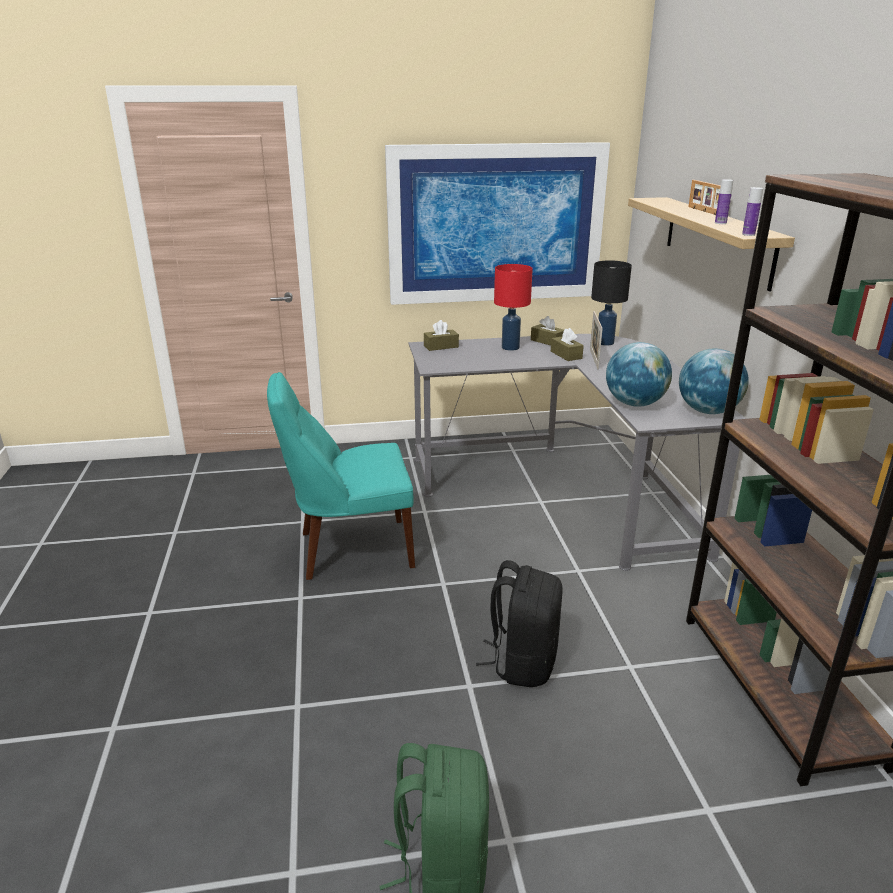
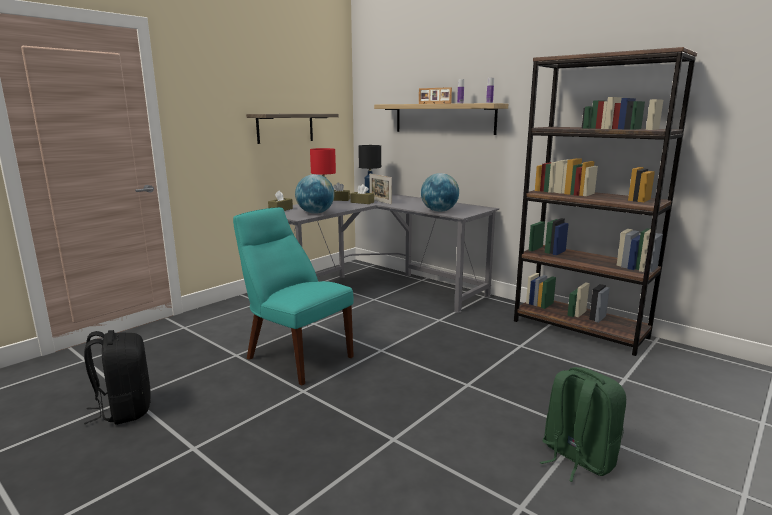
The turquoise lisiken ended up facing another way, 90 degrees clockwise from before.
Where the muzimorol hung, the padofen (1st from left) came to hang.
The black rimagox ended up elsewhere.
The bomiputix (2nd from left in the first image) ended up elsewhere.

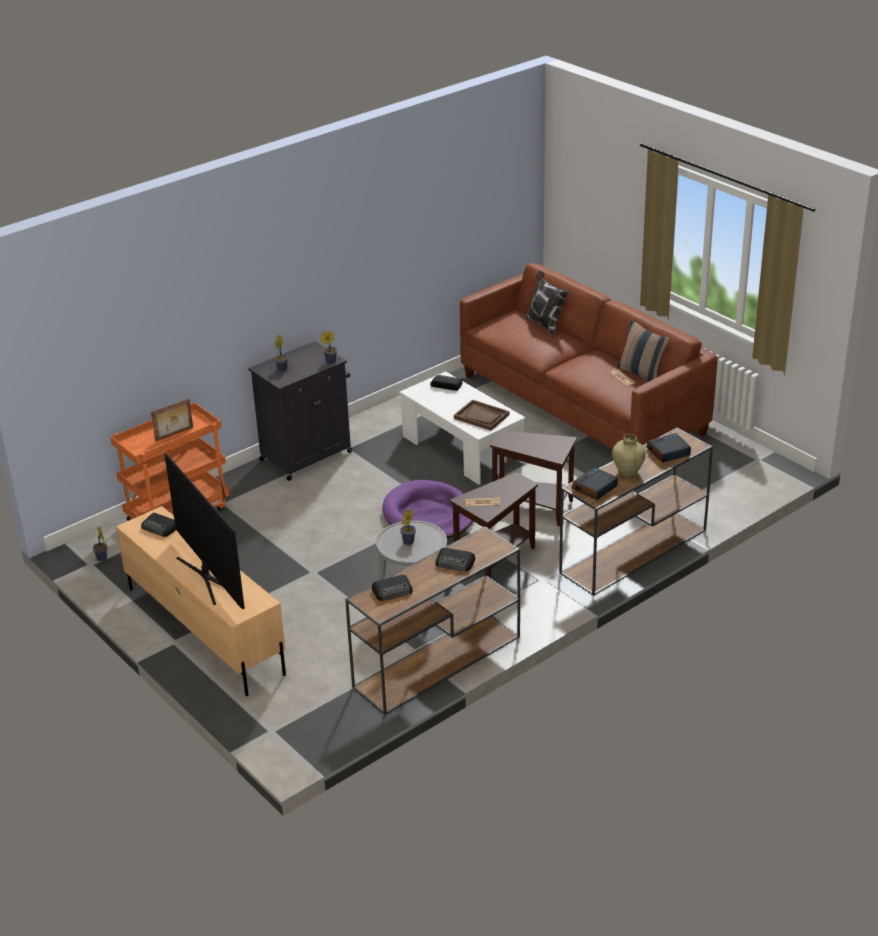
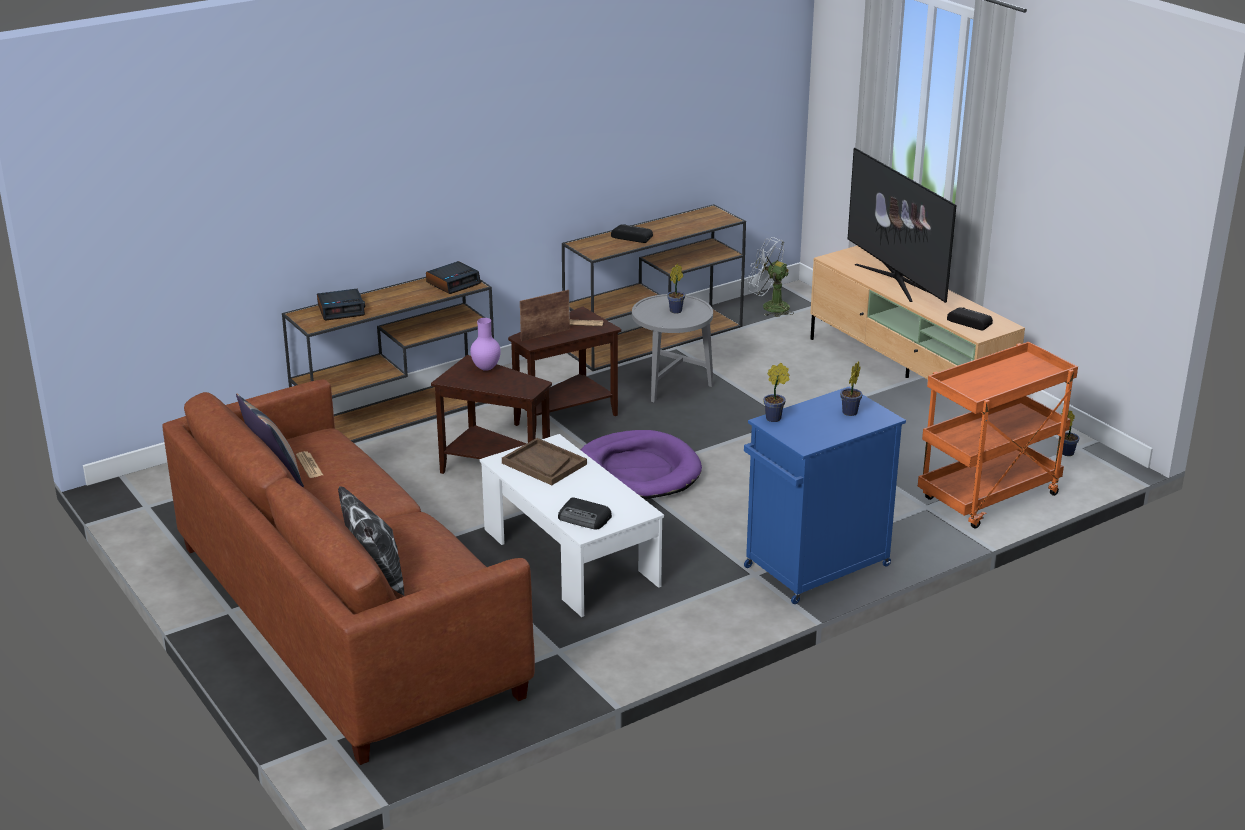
The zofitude ended up elsewhere.
What was the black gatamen turned into the blue gatamen.
The second view lost the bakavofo (2nd from left).
The second view lost the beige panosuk.
The second view gained the purple panosuk.
The second view gained the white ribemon.

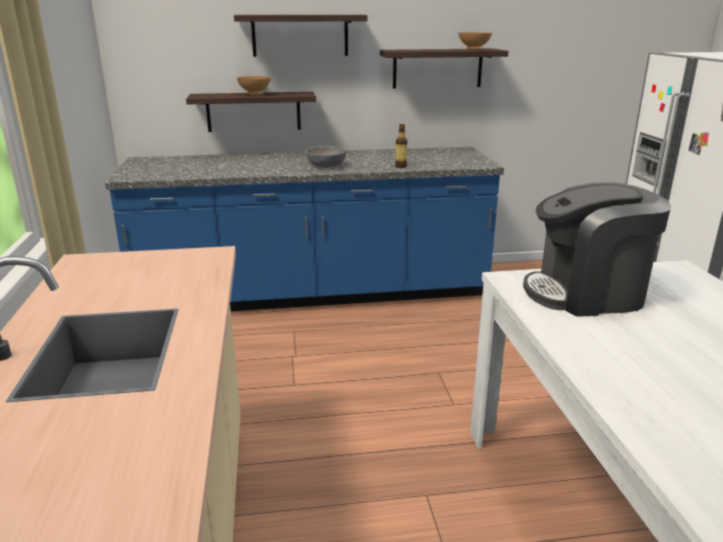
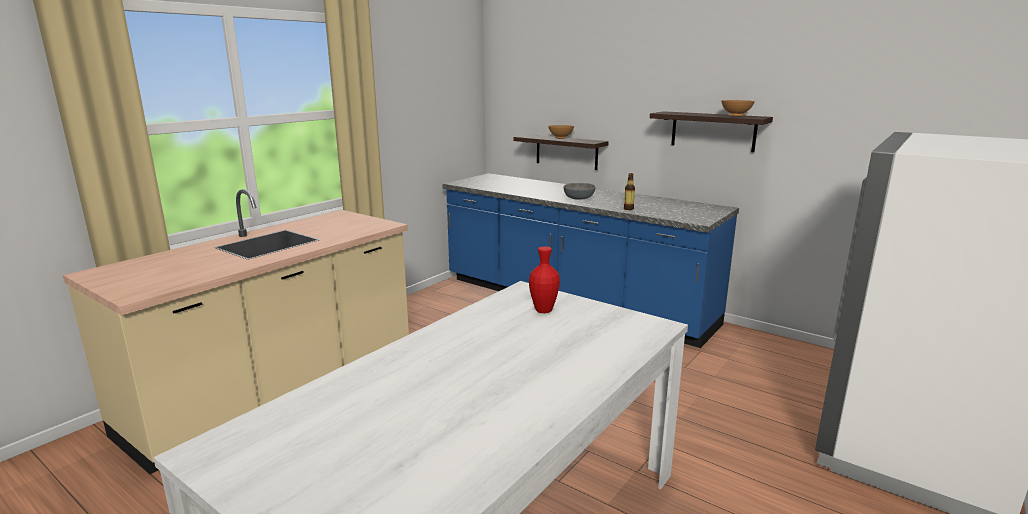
The second view lost the padofen (2nd from left).
Where the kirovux stood, the red panosuk came to stand.

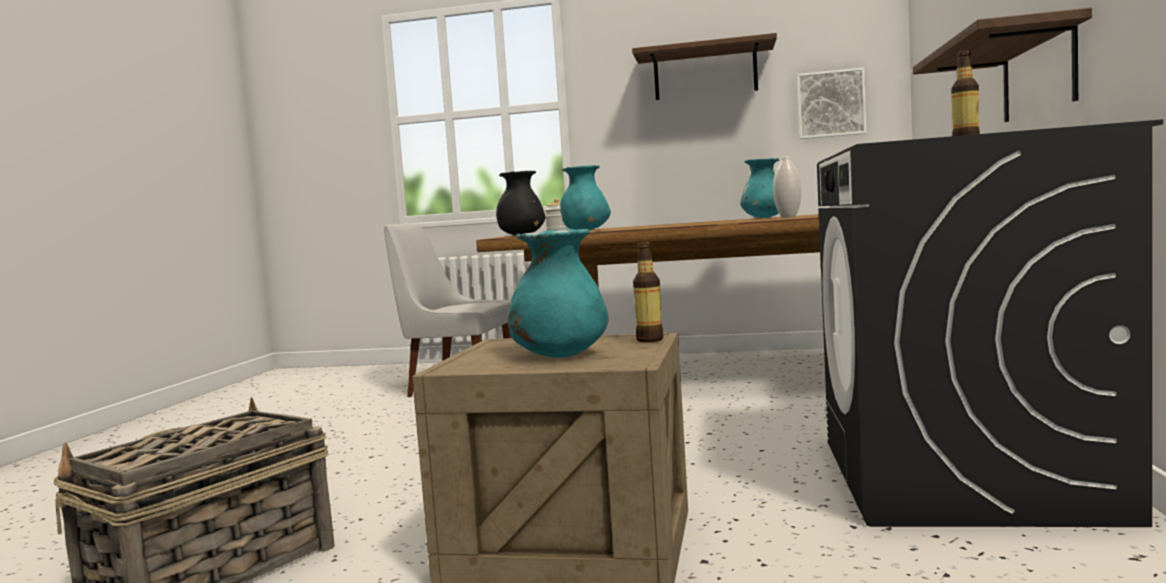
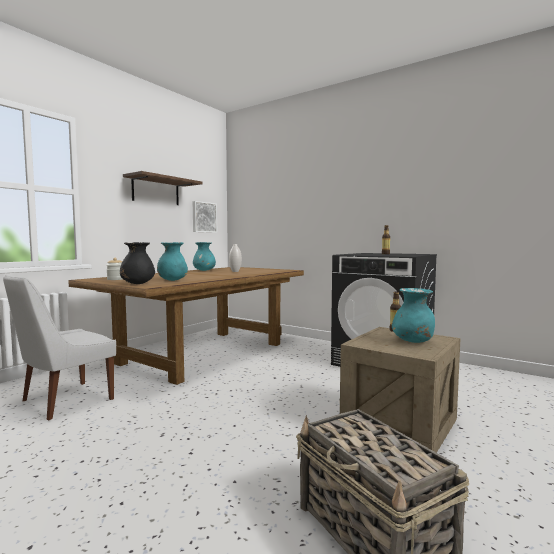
The second view lost the padofen (2nd from left).

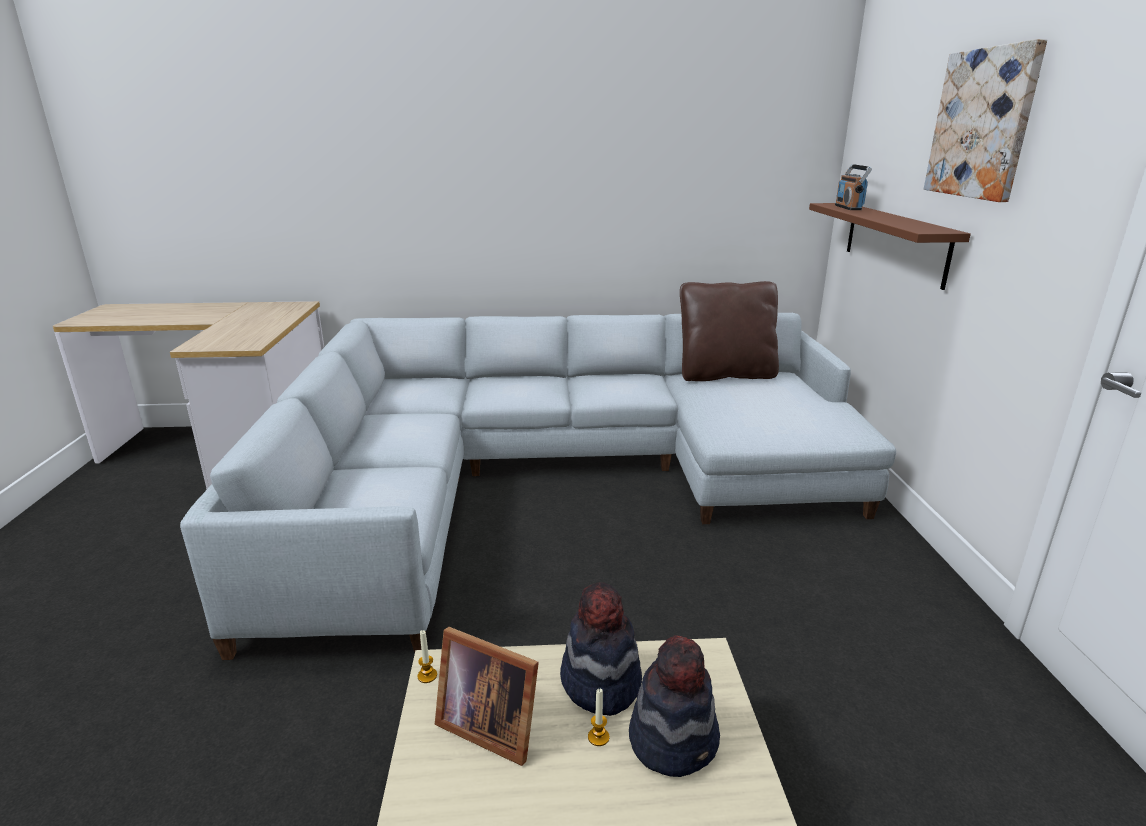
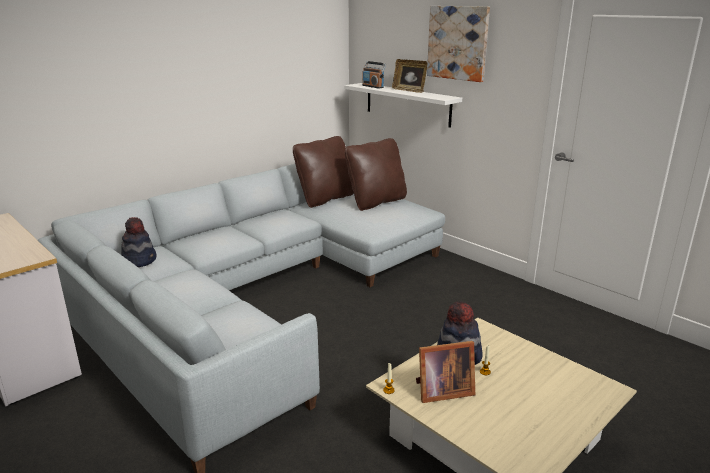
The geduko (2nd from left in the first image) ended up elsewhere.
What was the brown padofen turned into the white padofen.
The second view gained the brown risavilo (2nd from left).
The second view gained the zofitude (1st from left).

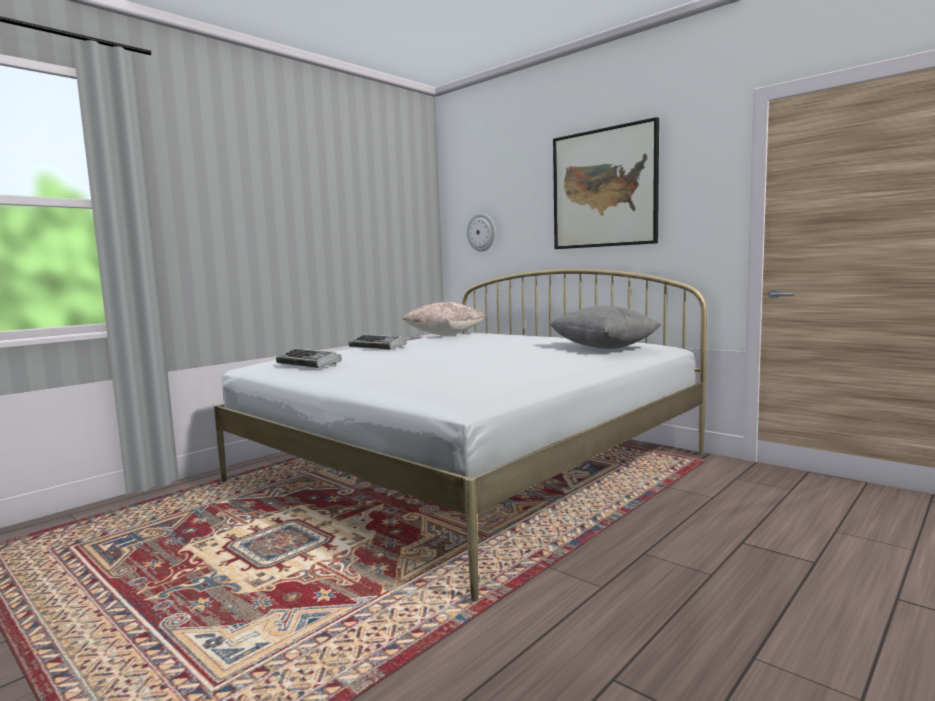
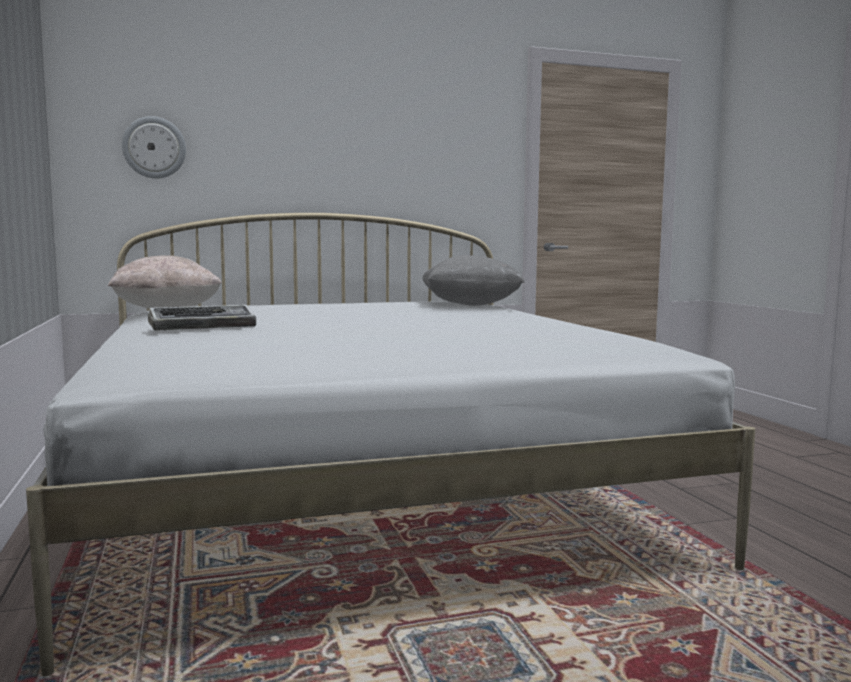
The second view lost the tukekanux (1st from left).
The second view lost the muzimorol.

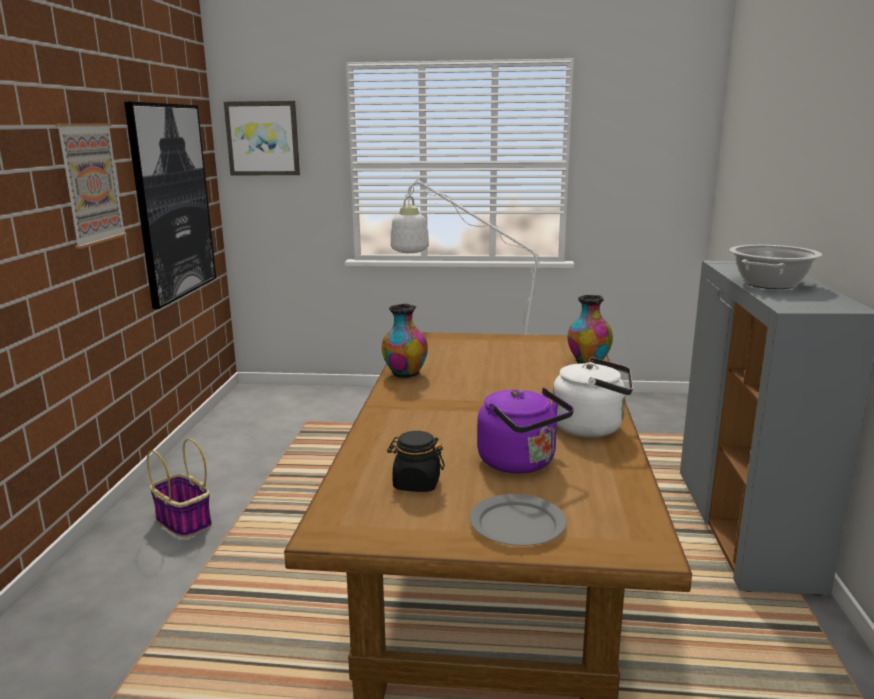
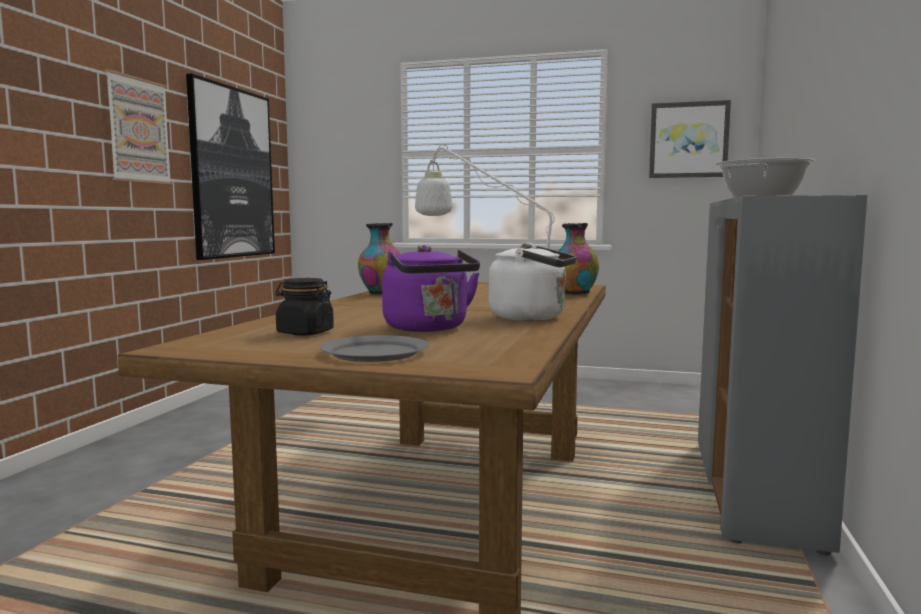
The second view lost the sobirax.
The muzimorol (3rd from left) ended up elsewhere.

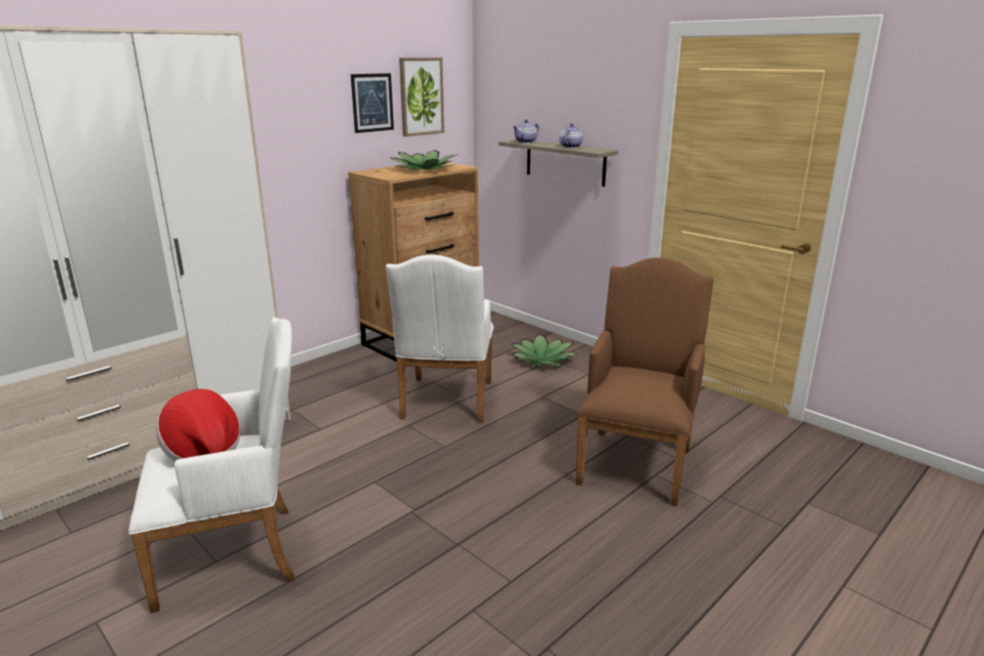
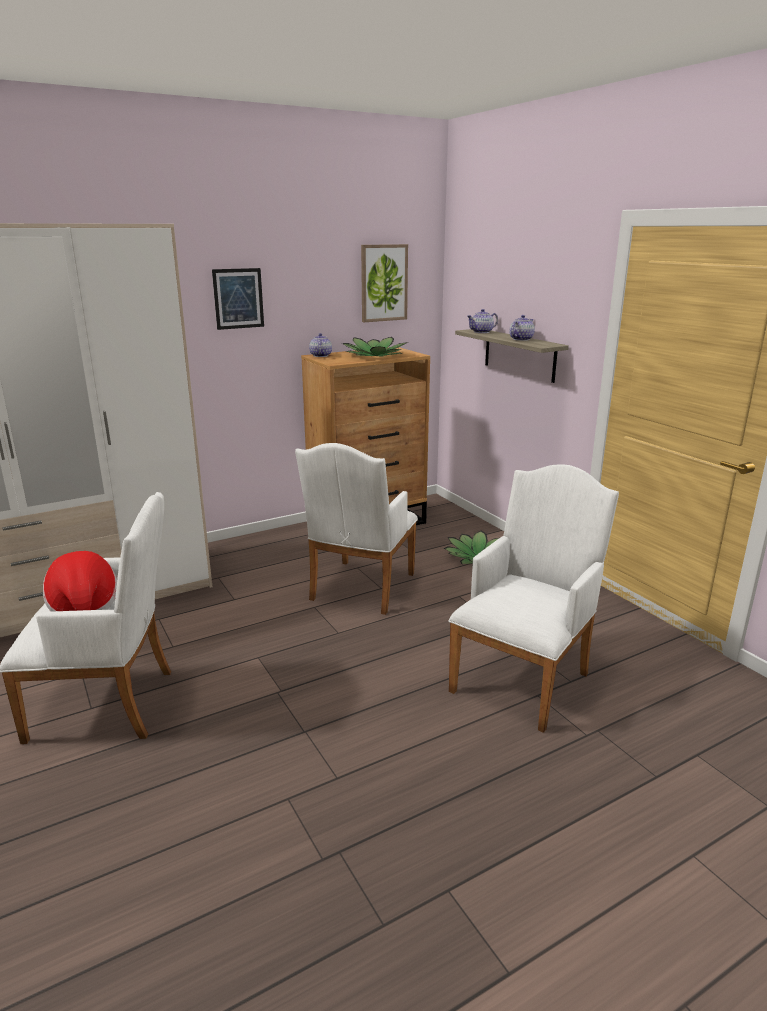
The muzimorol (1st from left) ended up elsewhere.
What was the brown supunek turned into the white supunek (3rd from left).
The second view gained the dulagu (1st from left).

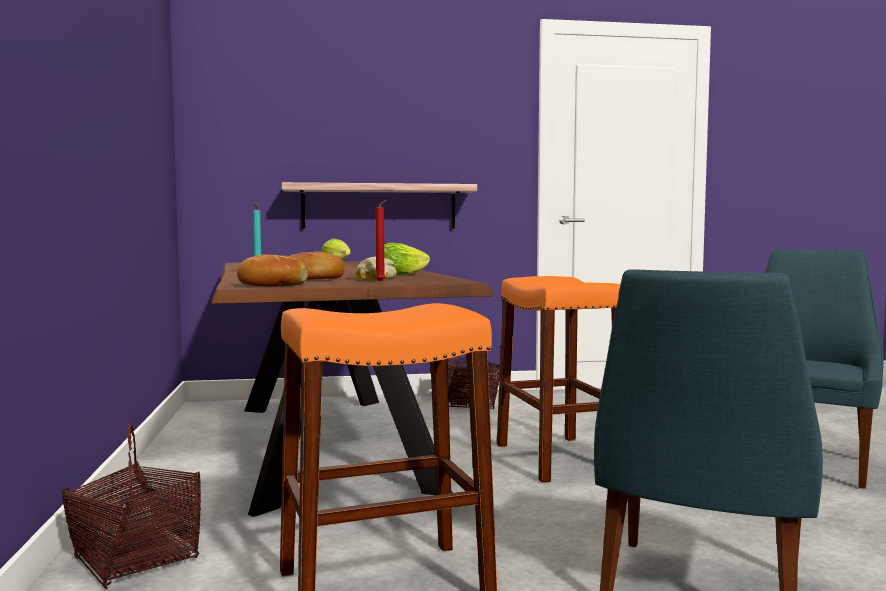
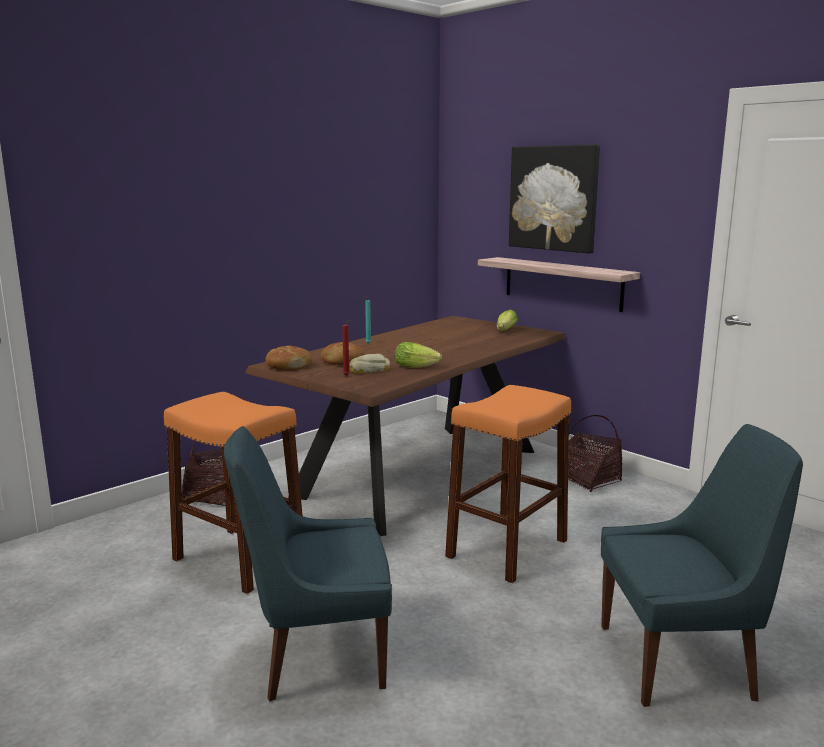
The second view gained the muzimorol.

